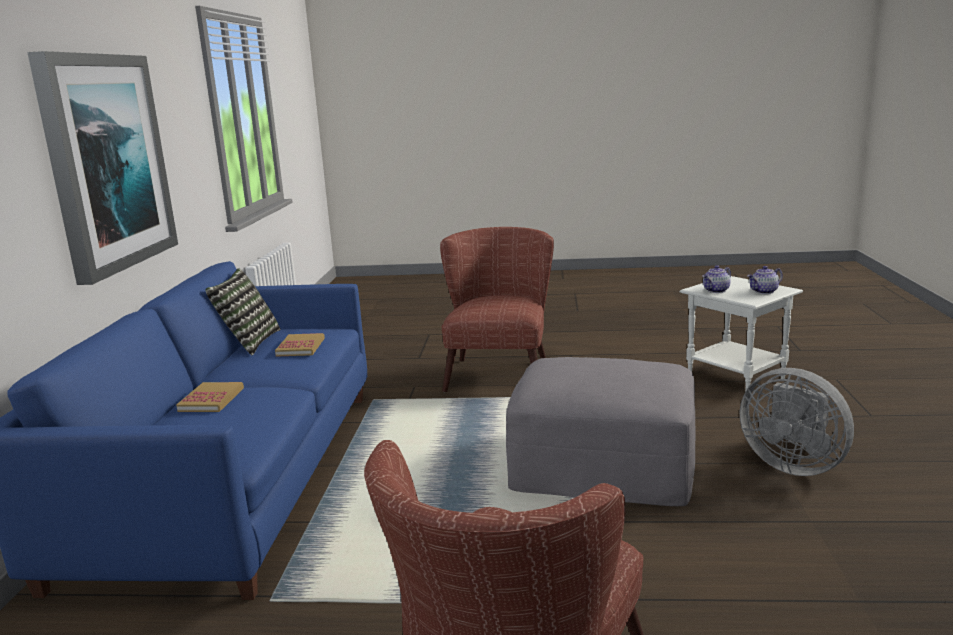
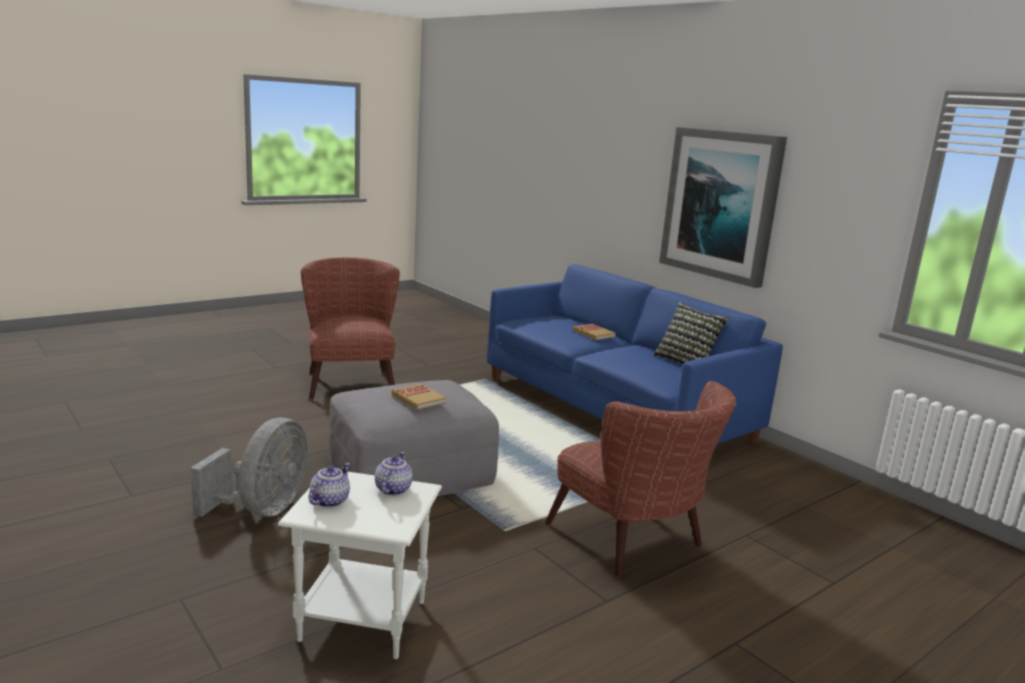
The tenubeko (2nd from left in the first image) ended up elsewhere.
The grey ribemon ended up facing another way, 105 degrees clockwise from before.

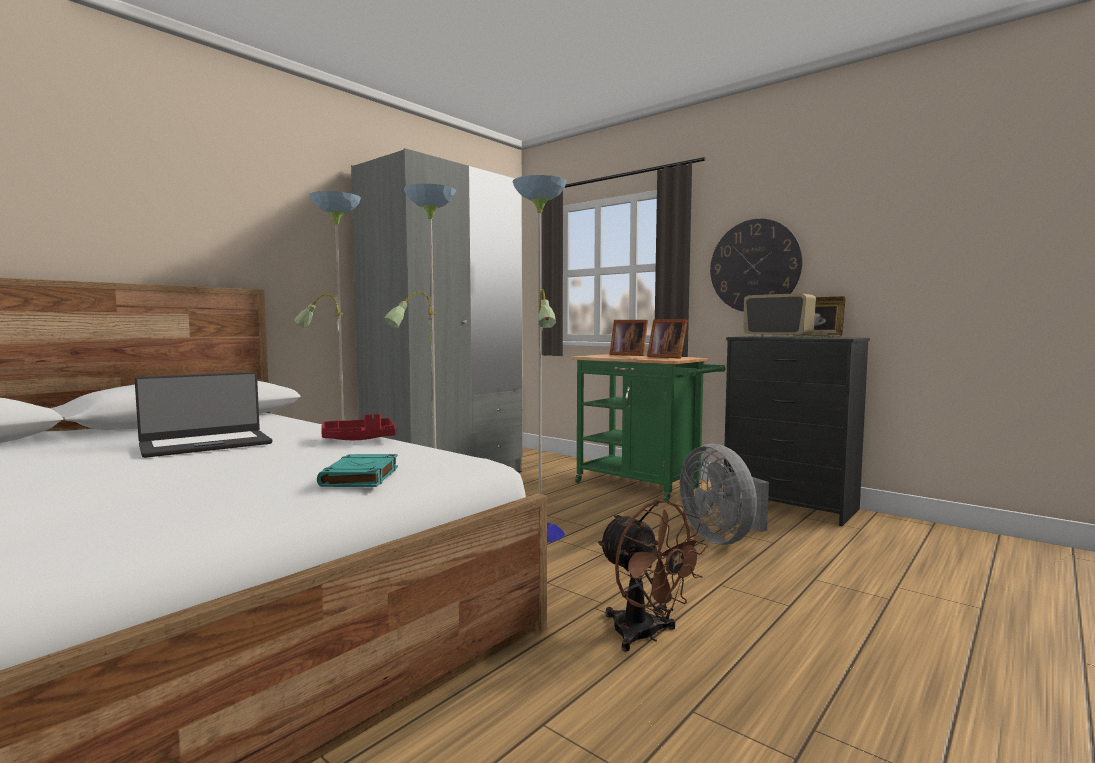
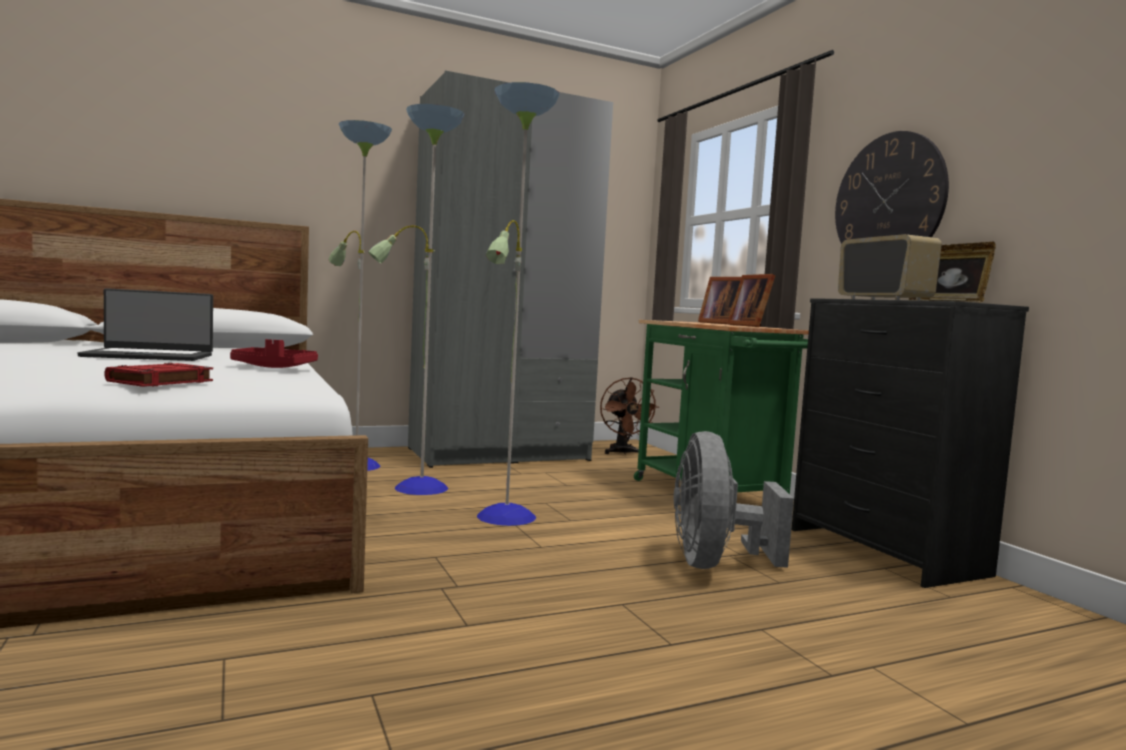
What was the turquoise tenubeko turned into the red tenubeko.
The brown ribemon ended up elsewhere.

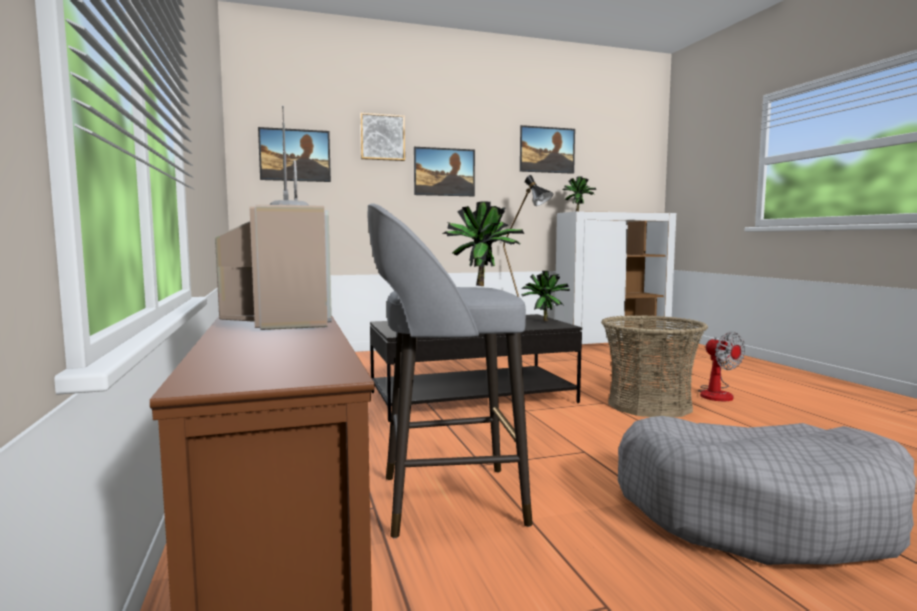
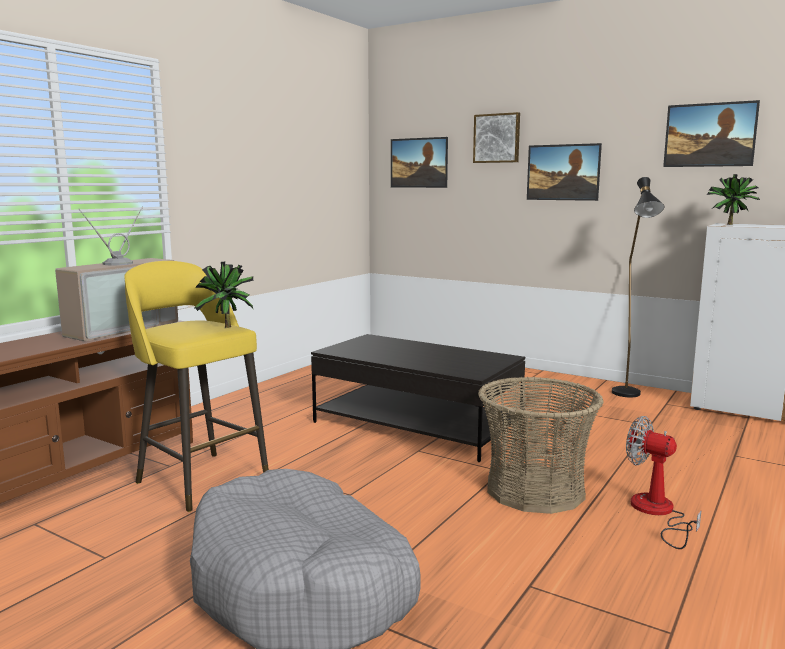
What was the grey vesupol turned into the yellow vesupol.
The second view lost the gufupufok (2nd from left).
The ribemon ended up facing another way, 105 degrees clockwise from before.

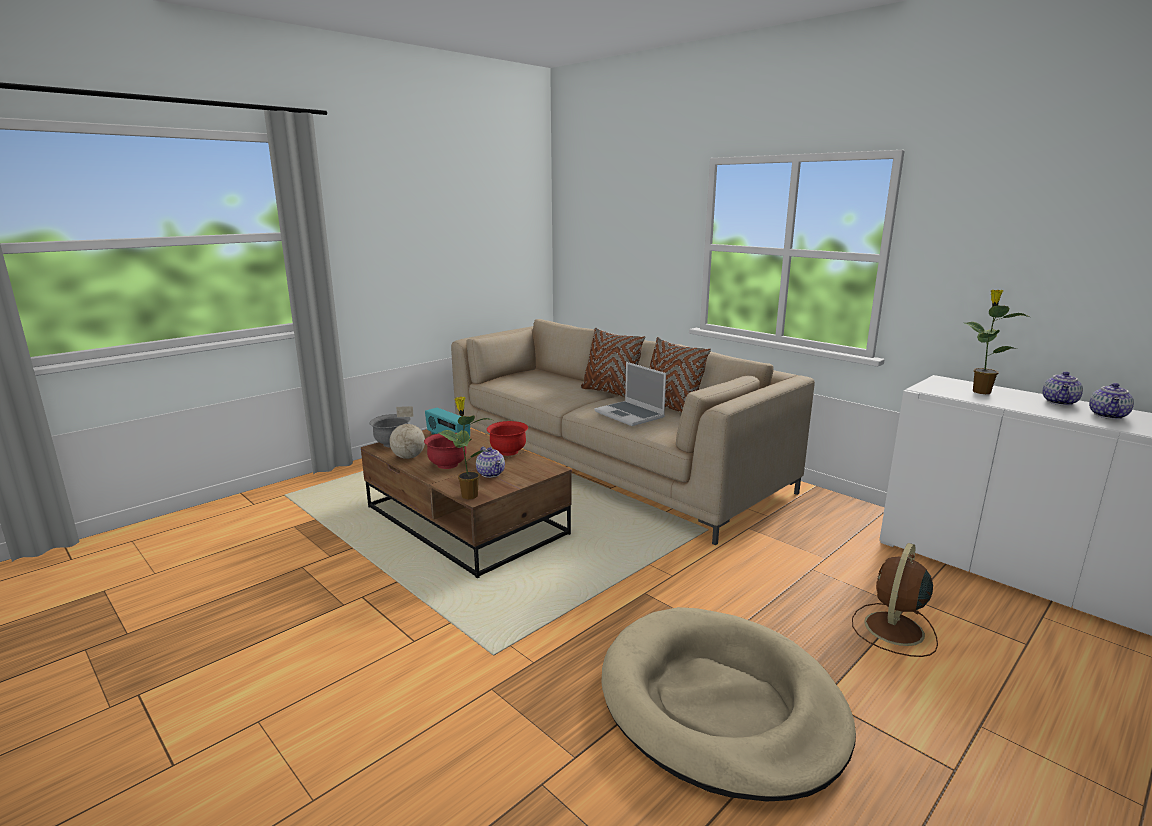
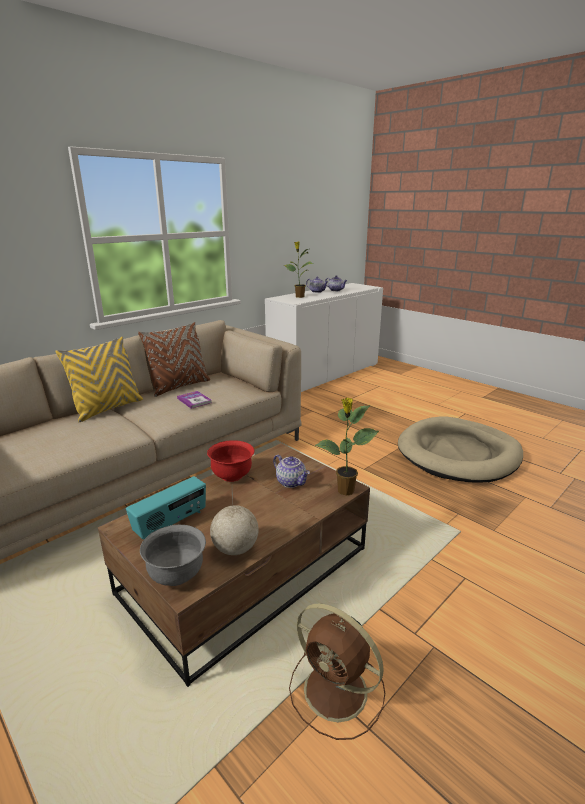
The second view lost the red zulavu (1st from left).
The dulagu (1st from left) ended up facing another way, 75 degrees clockwise from before.
What was the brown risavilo (1st from left) turned into the yellow risavilo.
Where the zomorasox stood, the tenubeko came to stand.
The brown ribemon ended up elsewhere.

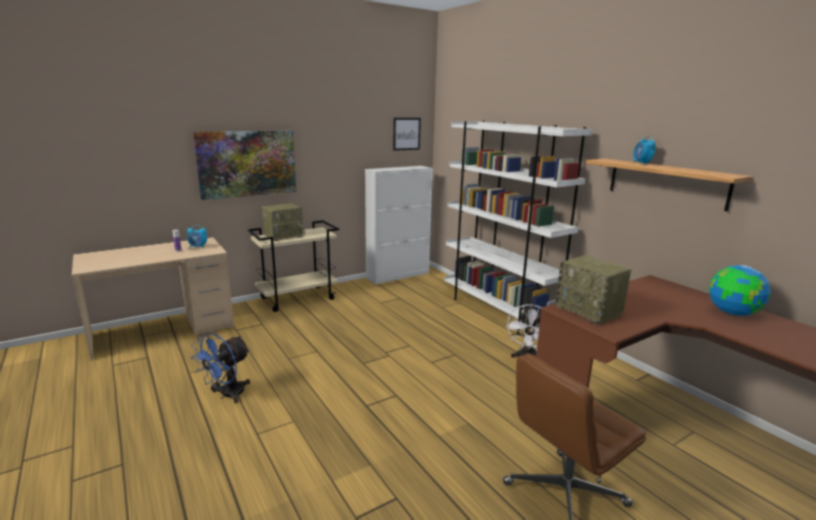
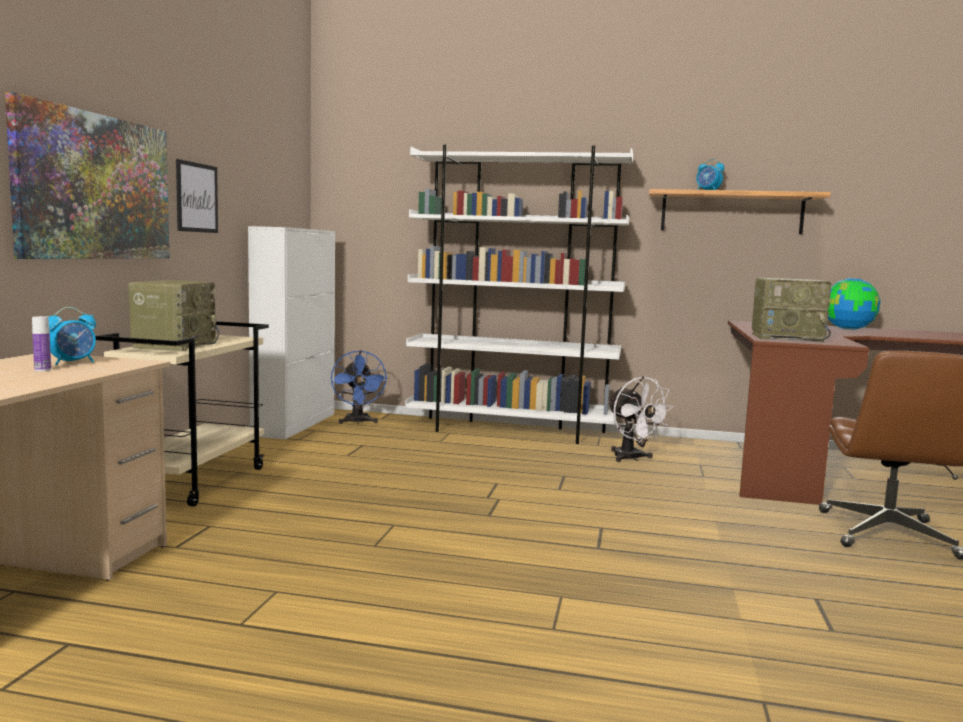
The blue ribemon ended up elsewhere.
The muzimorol (2nd from left) ended up elsewhere.

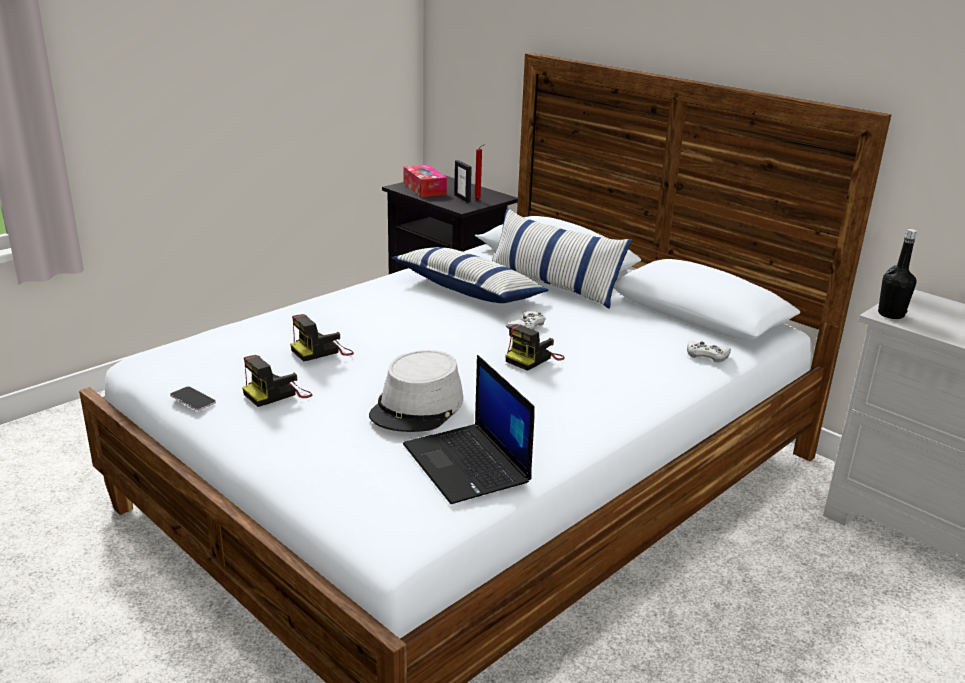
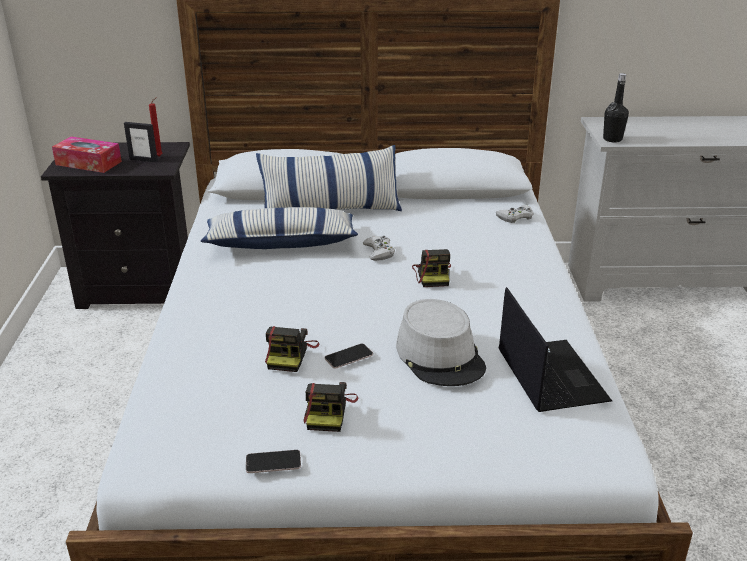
The zomorasox ended up facing another way, 120 degrees counterclockwise from before.
The second view gained the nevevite (2nd from left).

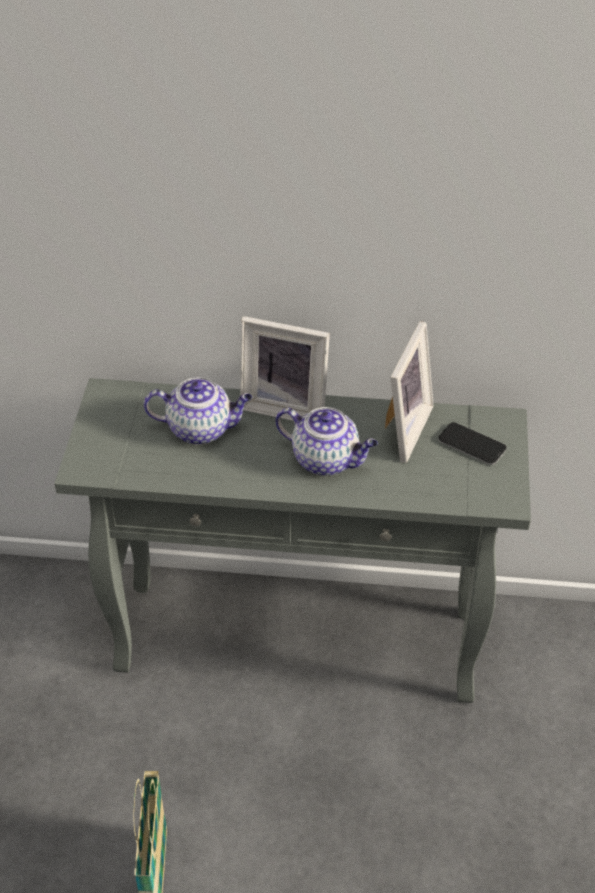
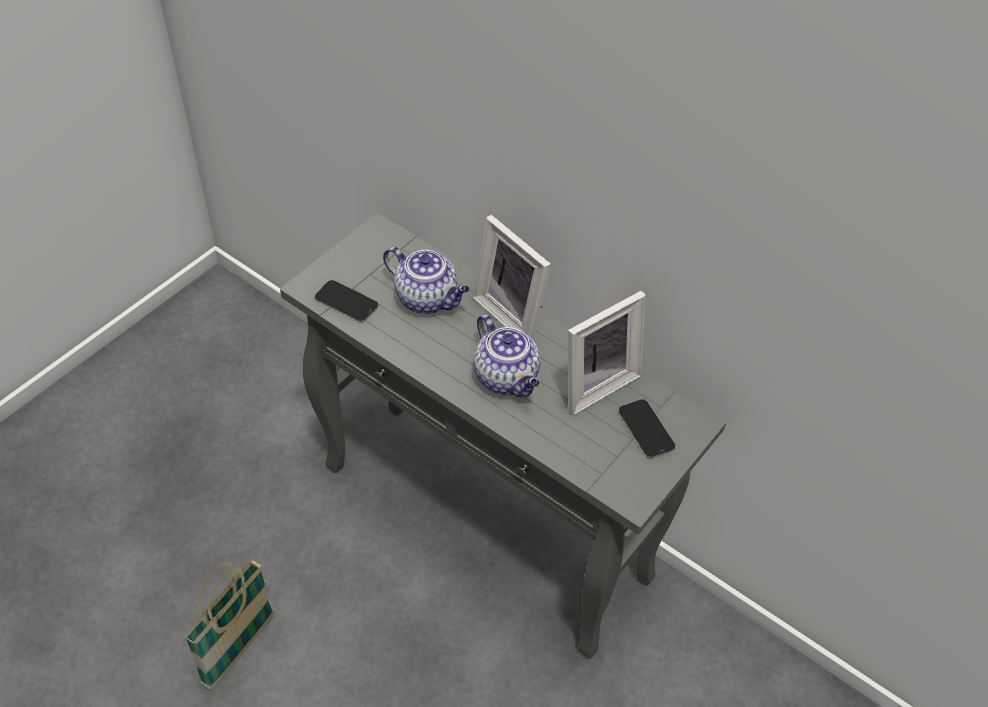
The second view gained the nevevite (1st from left).

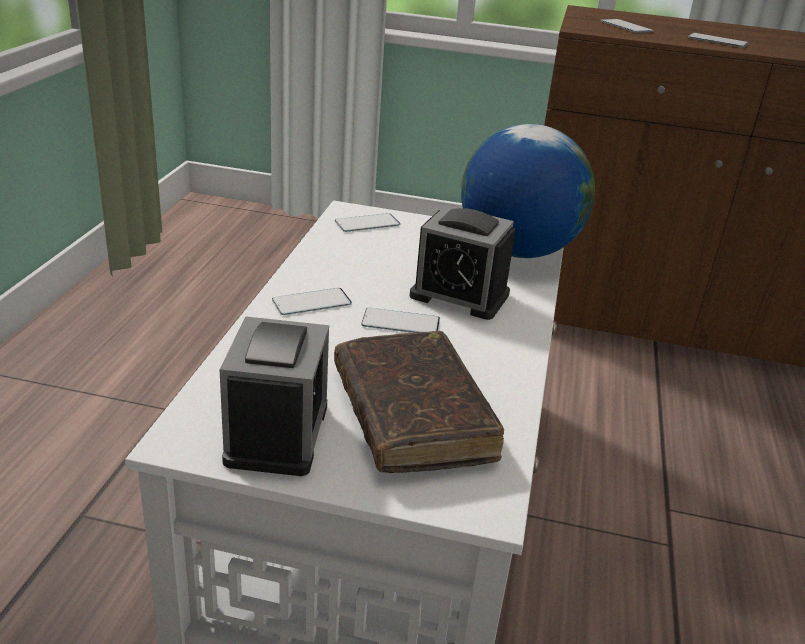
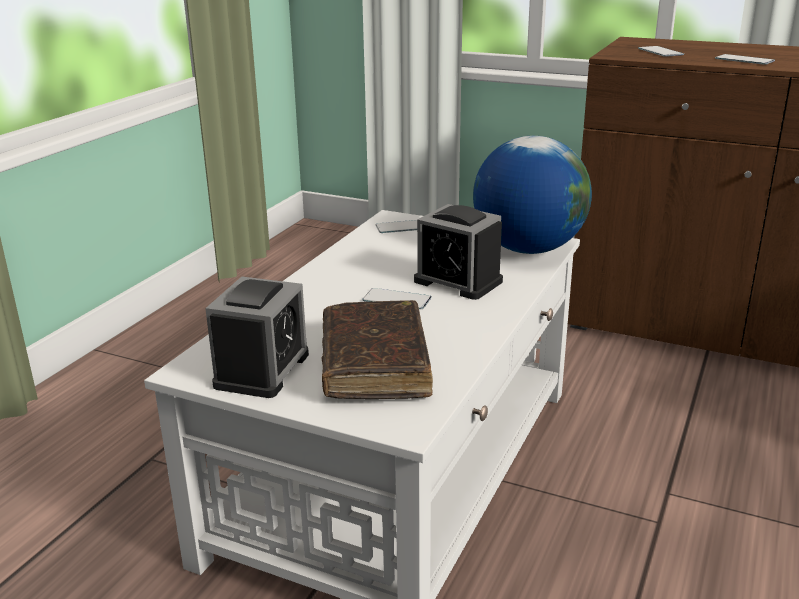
The second view lost the nevevite (1st from left).

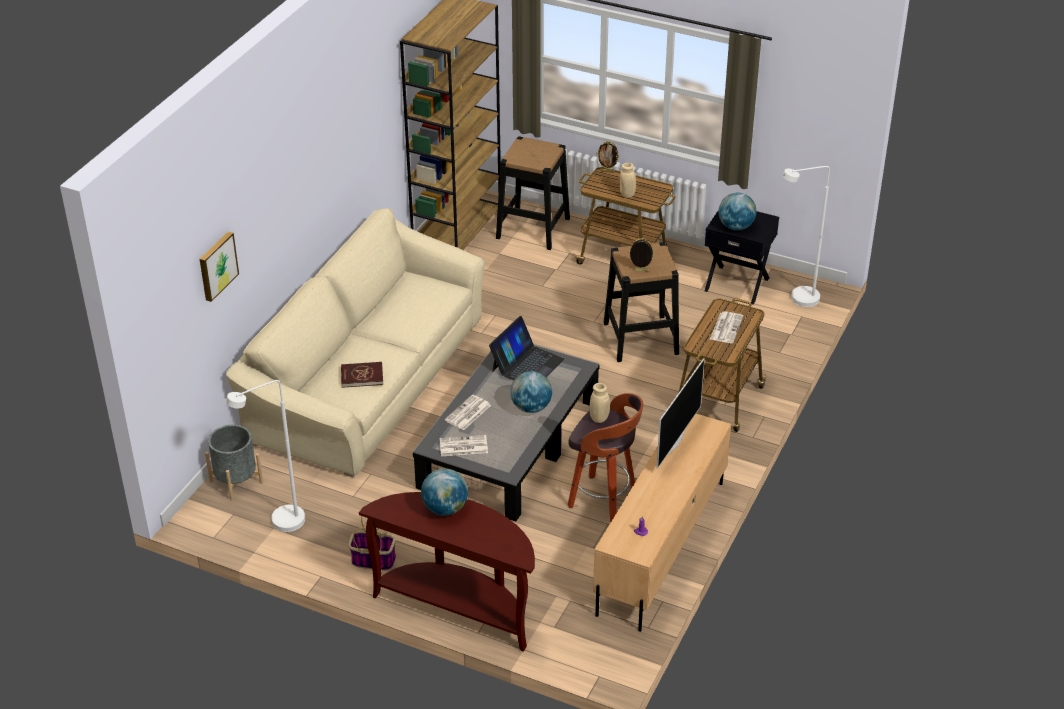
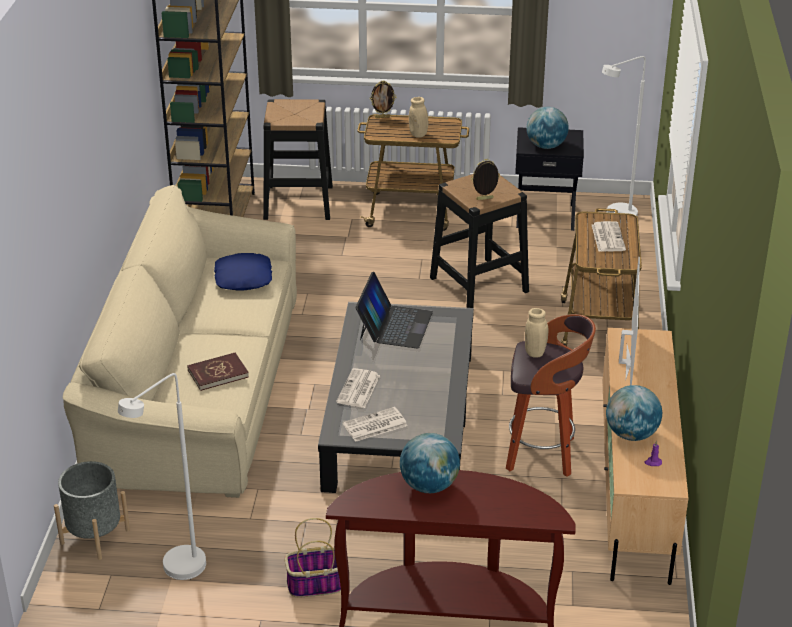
The second view lost the muzimorol.
The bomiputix (2nd from left in the first image) ended up elsewhere.
The second view gained the blue risavilo.

